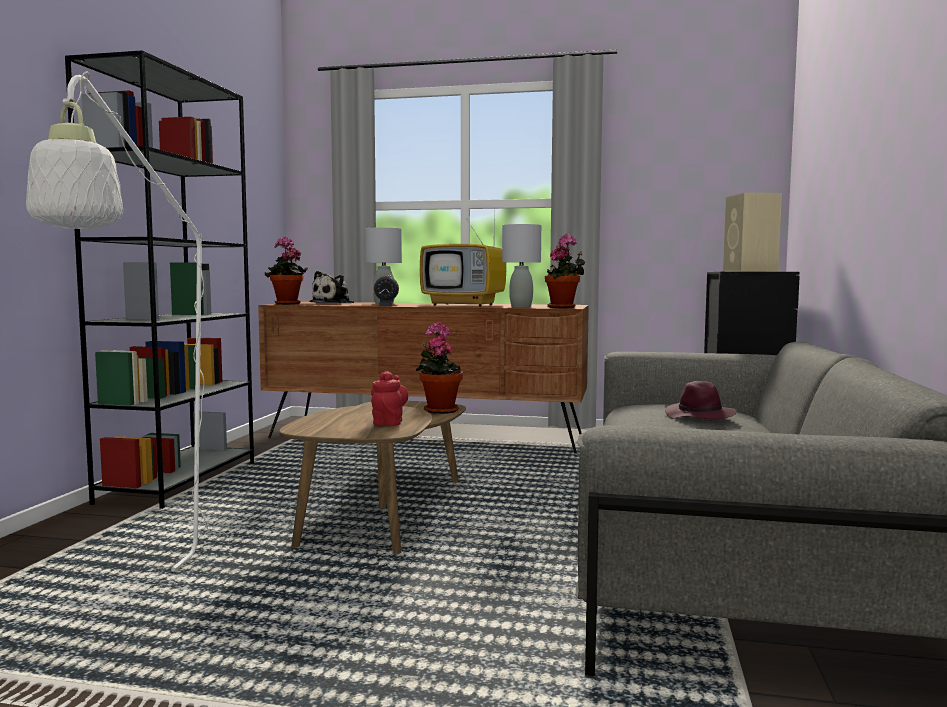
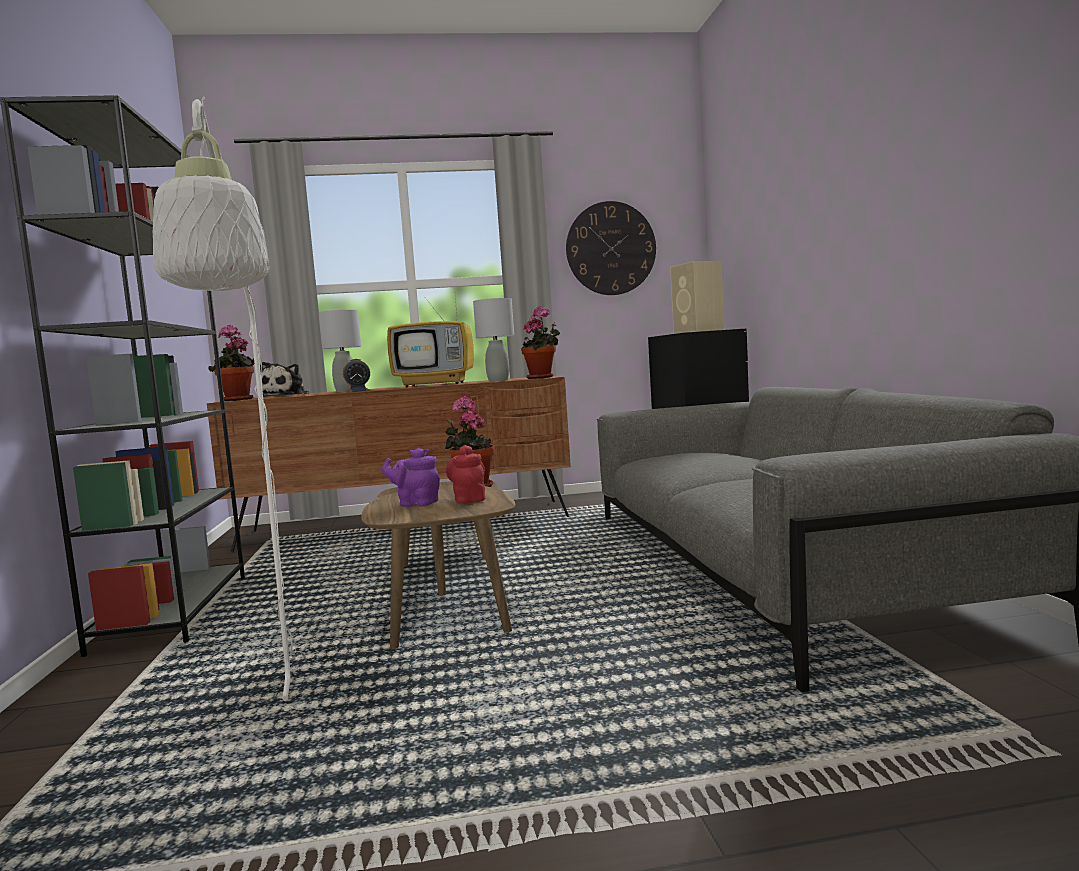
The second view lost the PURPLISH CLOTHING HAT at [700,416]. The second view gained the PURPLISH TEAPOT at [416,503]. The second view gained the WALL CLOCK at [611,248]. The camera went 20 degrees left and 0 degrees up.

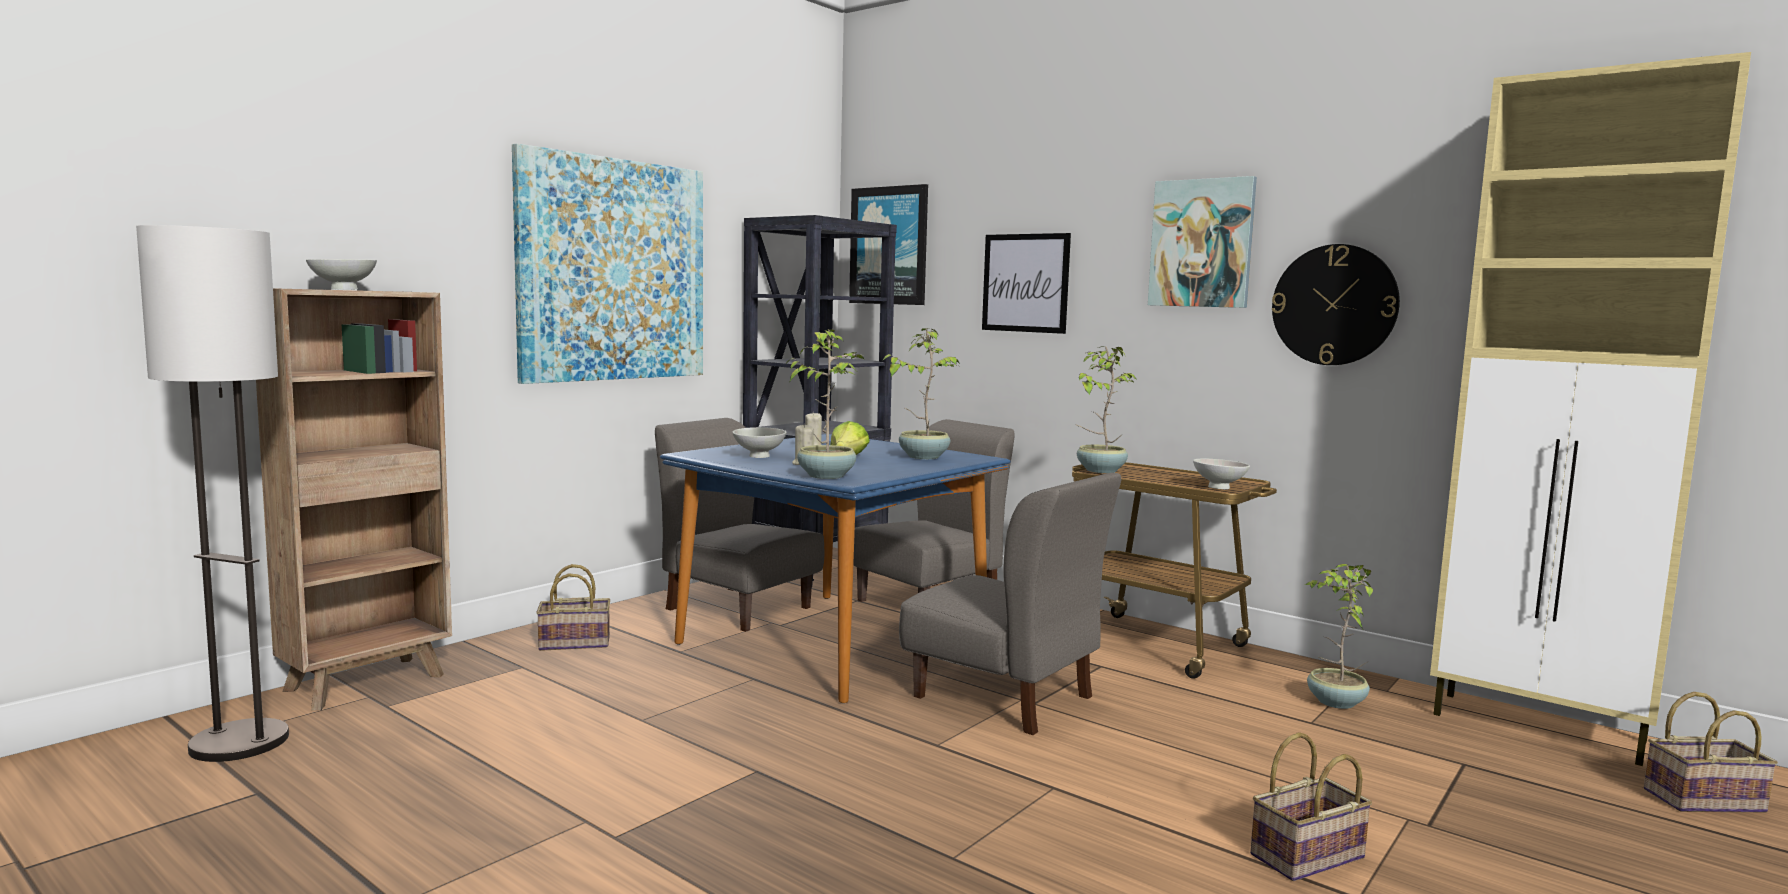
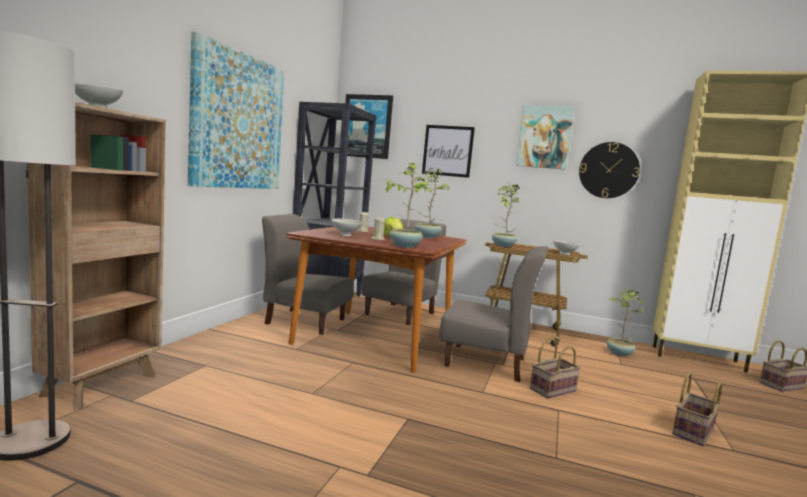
The BASKET ended up elsewhere, having gone from [576,642] to [552,389]. What was the BLUE-COLOURED KITCHEN TABLE at [834,643] turned into the BROWNISH KITCHEN TABLE at [376,338]. The camera went 20 degrees left and 0 degrees up.

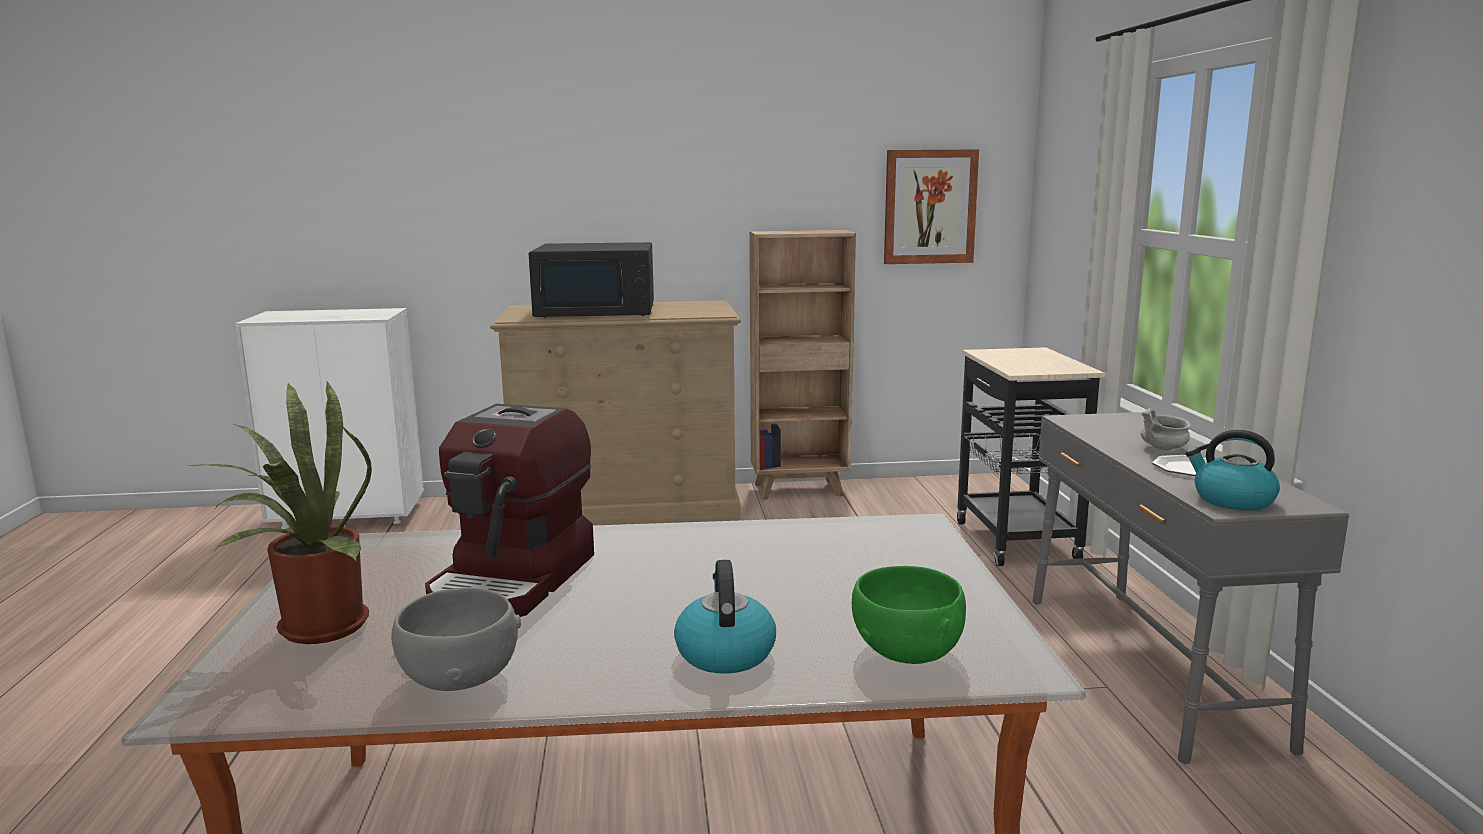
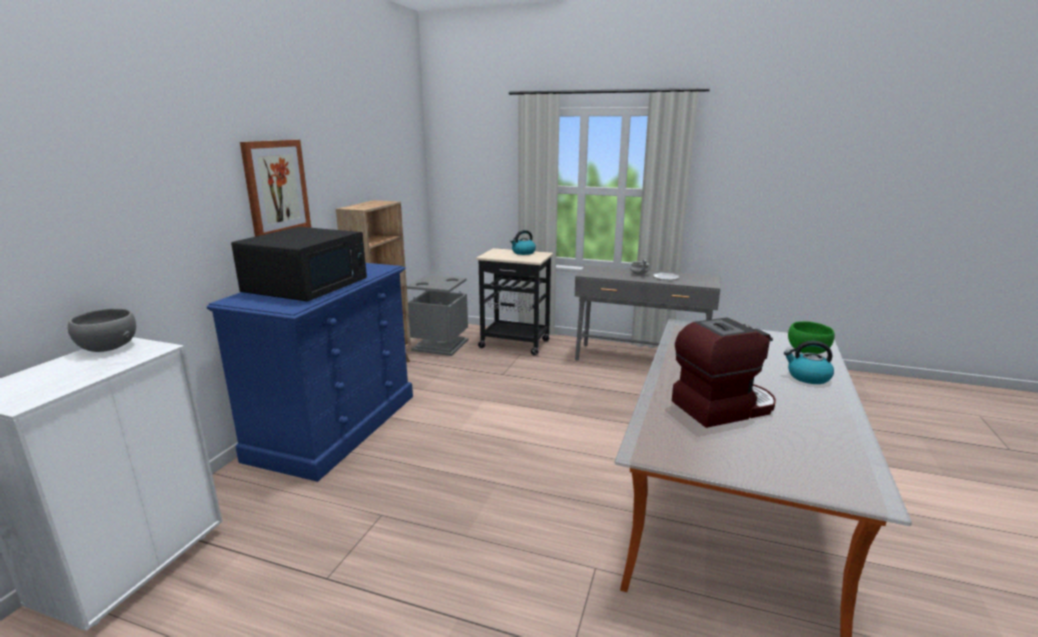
The second view lost the HOUSEPLANT at [314,628]. The second view gained the GREY TRASH CAN at [441,345]. The GREY SERVING BOWL ended up elsewhere, having gone from [459,678] to [108,348]. The WALL ART ended up elsewhere, having gone from [929,207] to [276,188]. The TEA KETTLE ended up elsewhere, having gone from [1232,500] to [523,253]. What was the SAND-COLOURED CHEST OF DRAWERS at [627,510] turned into the BLUE-COLOURED CHEST OF DRAWERS at [336,426]. The COFFEE MAKER at [514,581] ended up facing another way, 60 degrees counterclockwise from before. The camera went 65 degrees left and 5 degrees up.

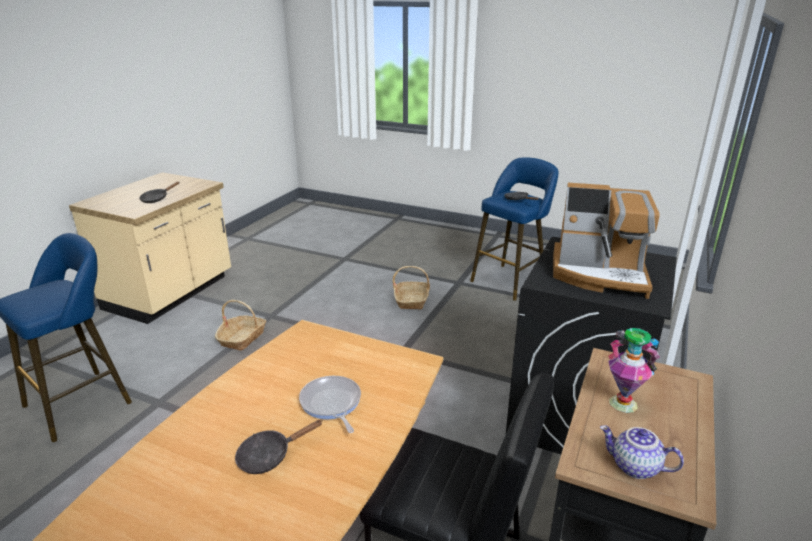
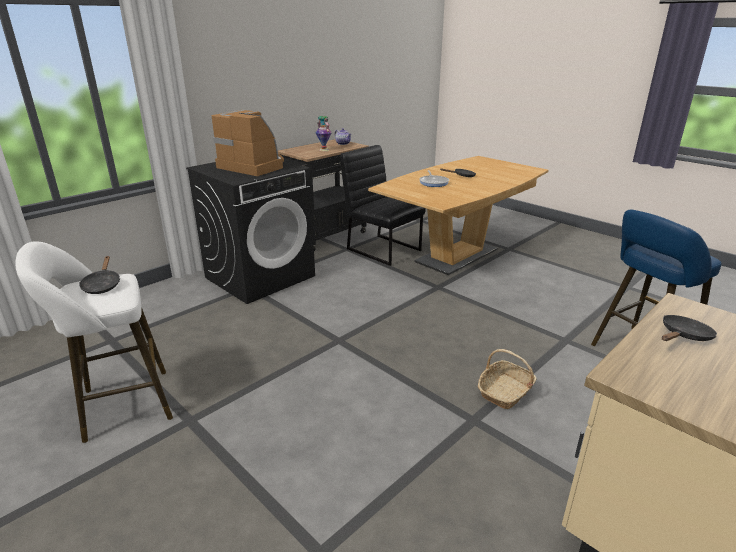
The second view lost the BASKET at [411,300]. What was the BLUE-COLOURED STOOL SEAT at [510,280] turned into the WHITE STOOL SEAT at [120,406]. The camera went 160 degrees left and 0 degrees up.

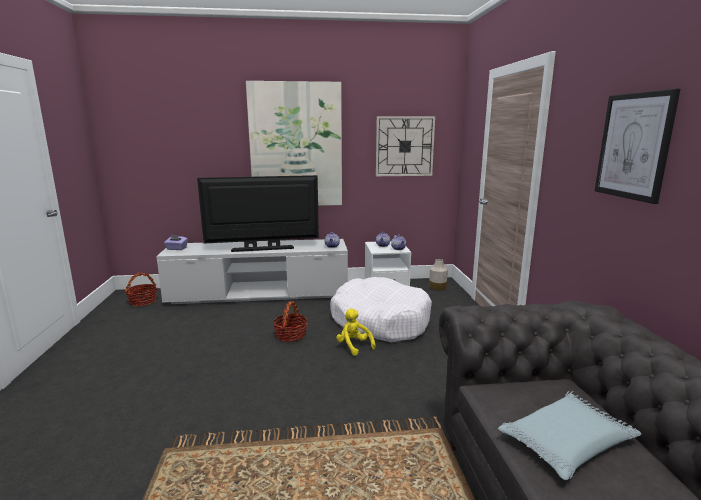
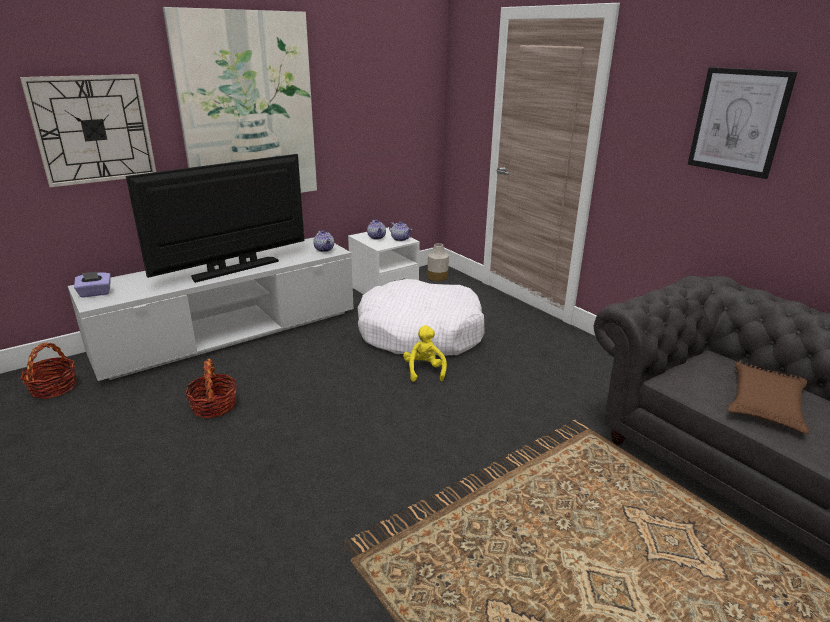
The BASKET ended up elsewhere, having gone from [290,335] to [214,406]. The WALL CLOCK ended up elsewhere, having gone from [404,146] to [93,129]. What was the BLUE-COLOURED THROW PILLOW at [566,439] turned into the BROWNISH THROW PILLOW at [765,402]. The YELLOW-COLOURED CUDDLY TOY at [354,346] ended up facing another way, 60 degrees clockwise from before. The camera went 30 degrees left and 10 degrees up.

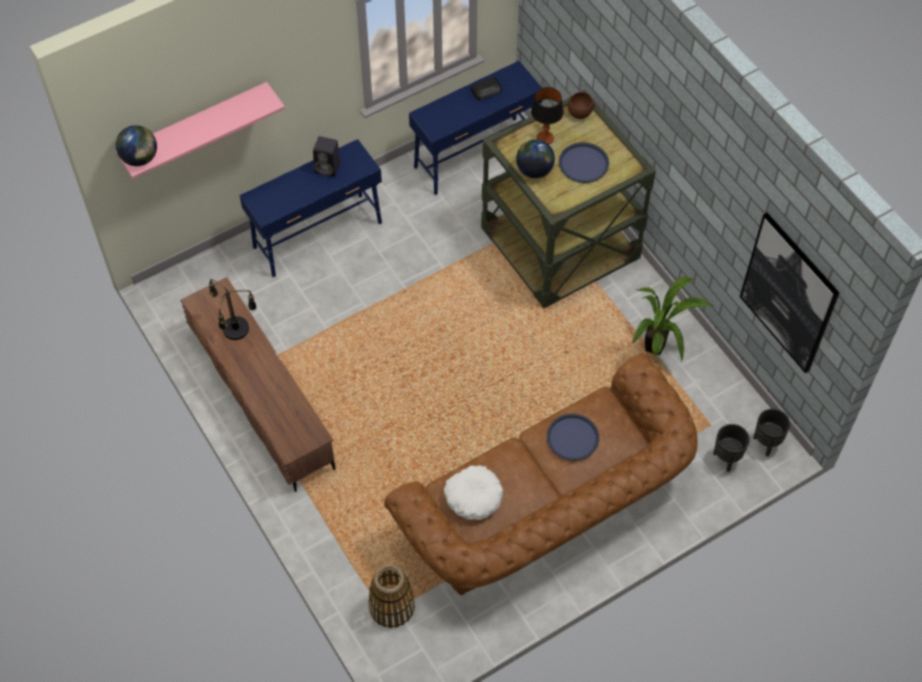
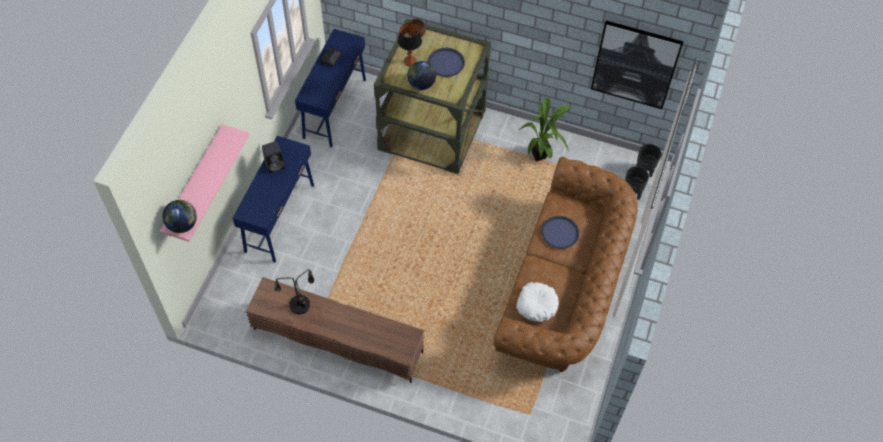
The second view lost the BASKET at [391,606]. The camera went 40 degrees left and 0 degrees up.

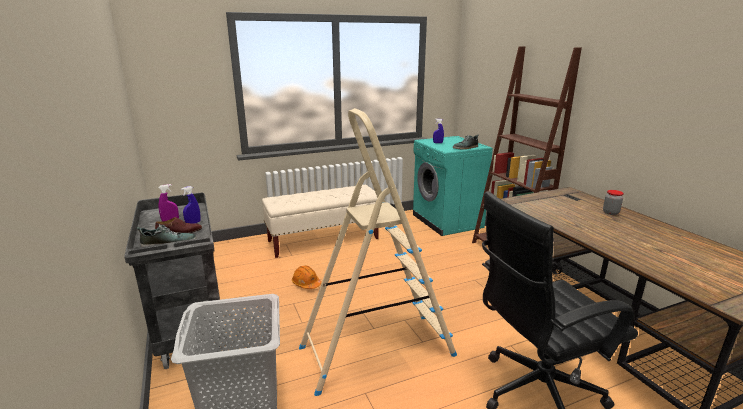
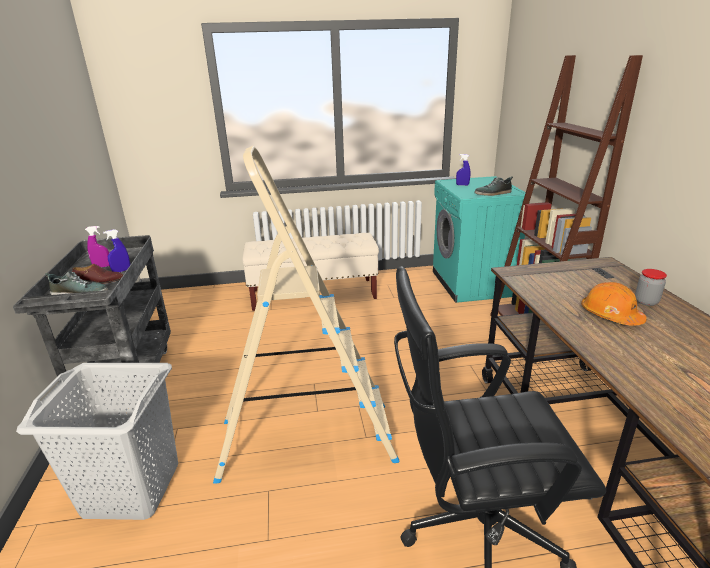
The ORANGE HARD HAT ended up elsewhere, having gone from [306,283] to [610,315]. The camera went 15 degrees right and 5 degrees up.

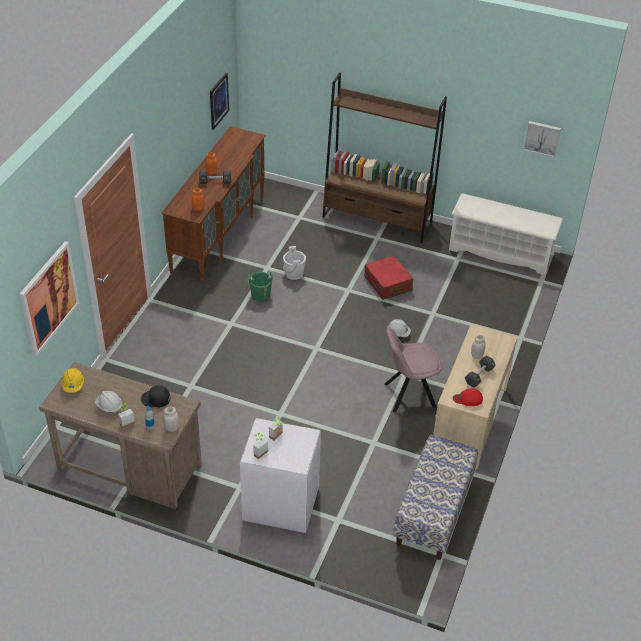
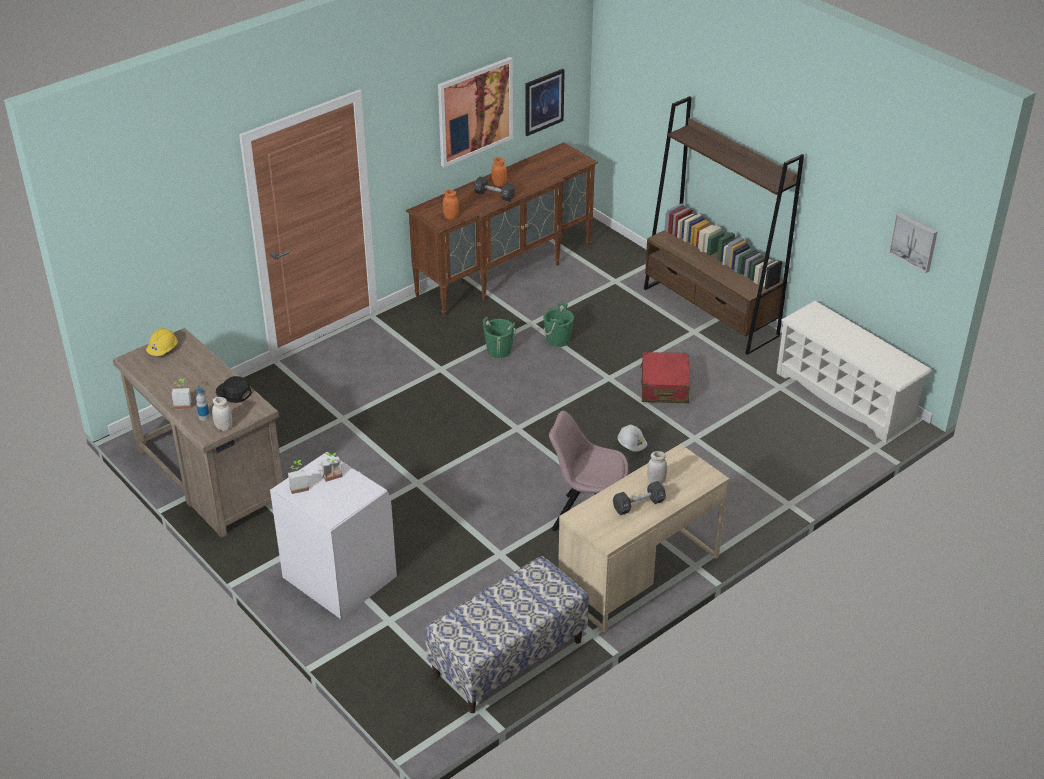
The second view lost the WHITE HARD HAT at [109,406]. The second view lost the RED-COLOURED PEAKED CAP at [468,399]. The WALL ART ended up elsewhere, having gone from [49,298] to [475,111]. What was the WHITE WATER BUCKET at [294,273] turned into the GREEN-COLOURED WATER BUCKET at [558,339]. The camera went 30 degrees right and 5 degrees down.

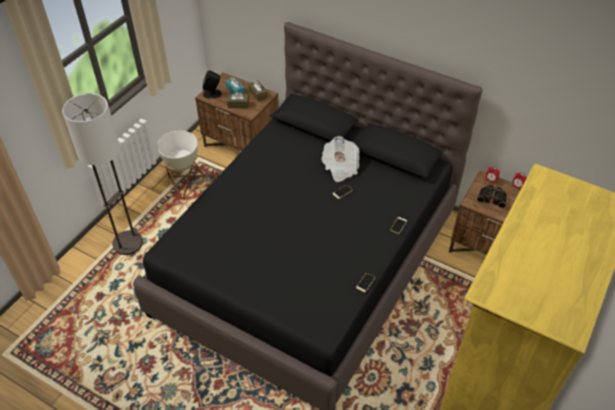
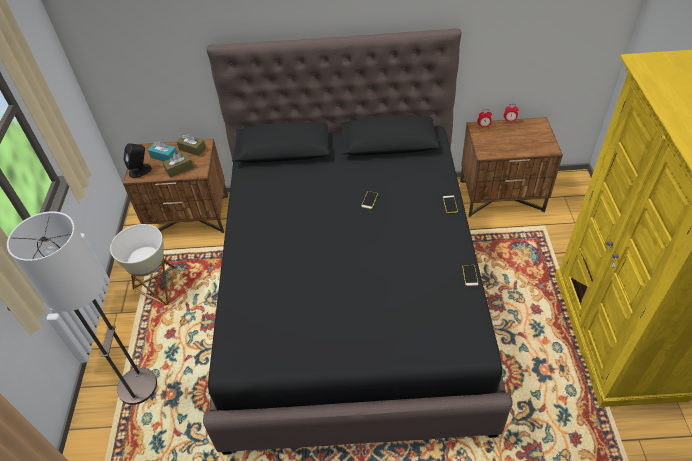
The second view lost the NEWSPAPER at [340,167]. The second view lost the FIELD GLASSES at [492,198]. The camera went 30 degrees left and 0 degrees up.

